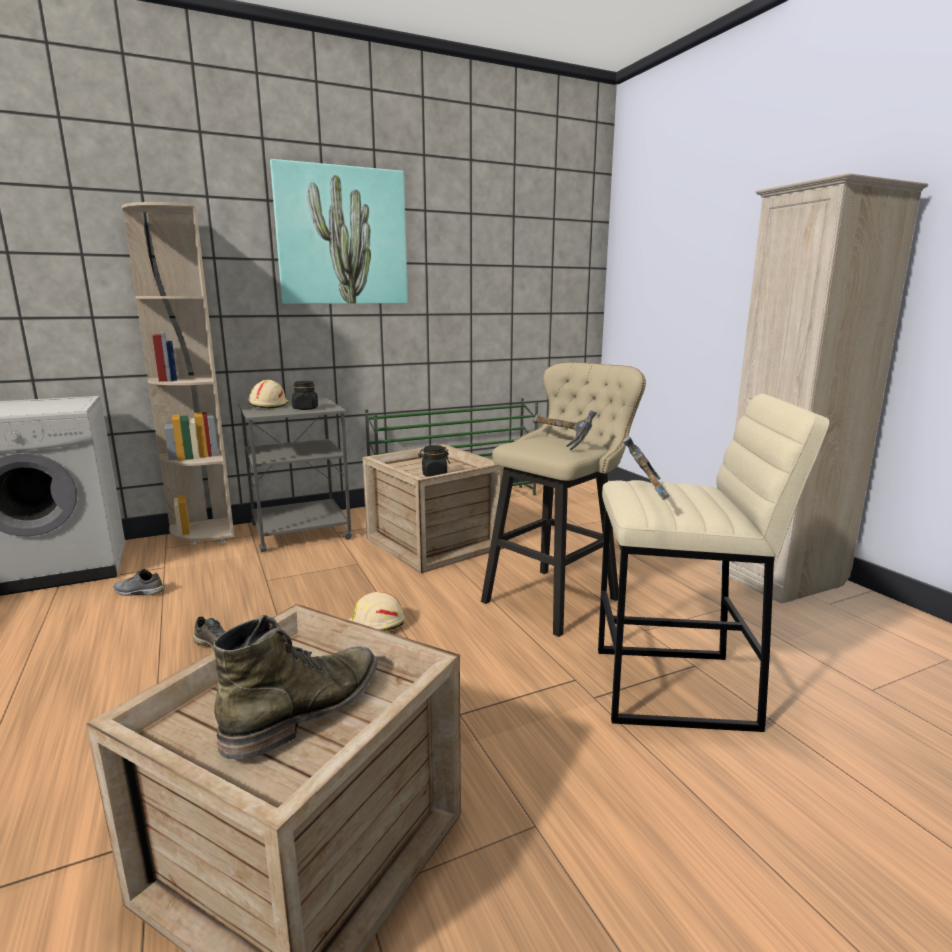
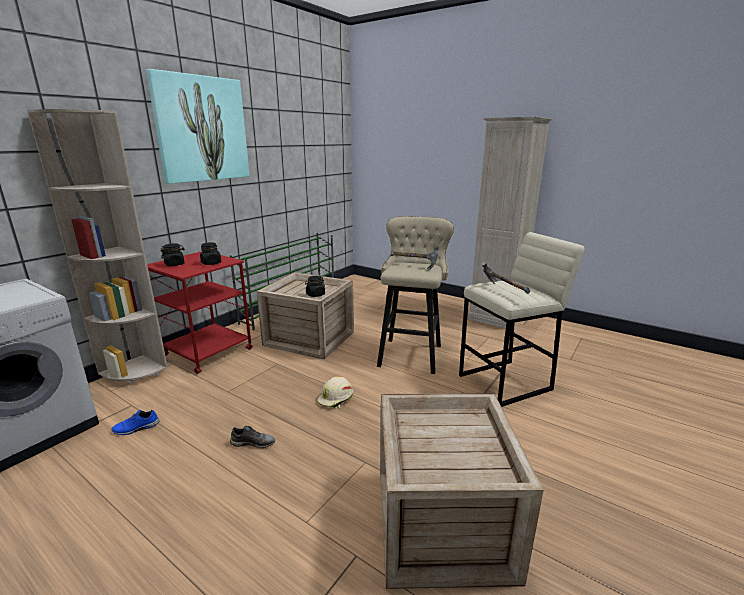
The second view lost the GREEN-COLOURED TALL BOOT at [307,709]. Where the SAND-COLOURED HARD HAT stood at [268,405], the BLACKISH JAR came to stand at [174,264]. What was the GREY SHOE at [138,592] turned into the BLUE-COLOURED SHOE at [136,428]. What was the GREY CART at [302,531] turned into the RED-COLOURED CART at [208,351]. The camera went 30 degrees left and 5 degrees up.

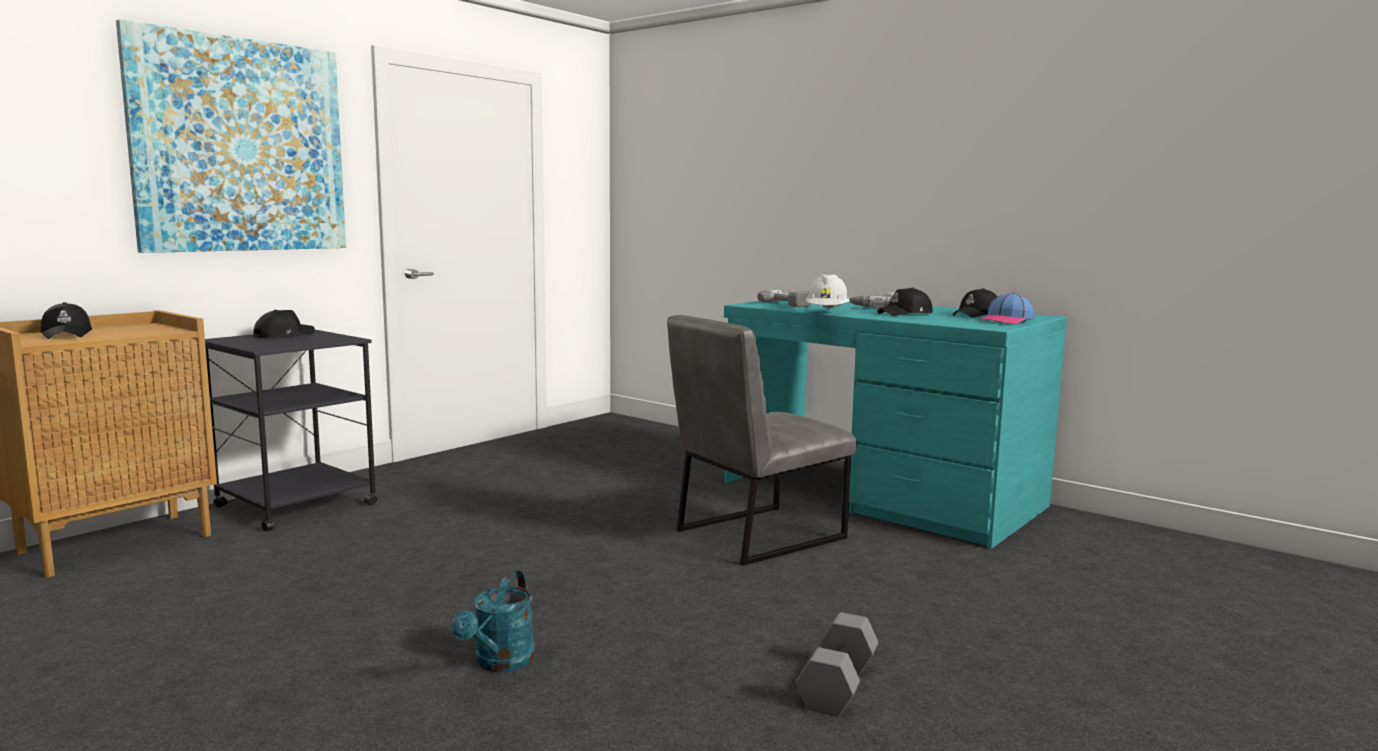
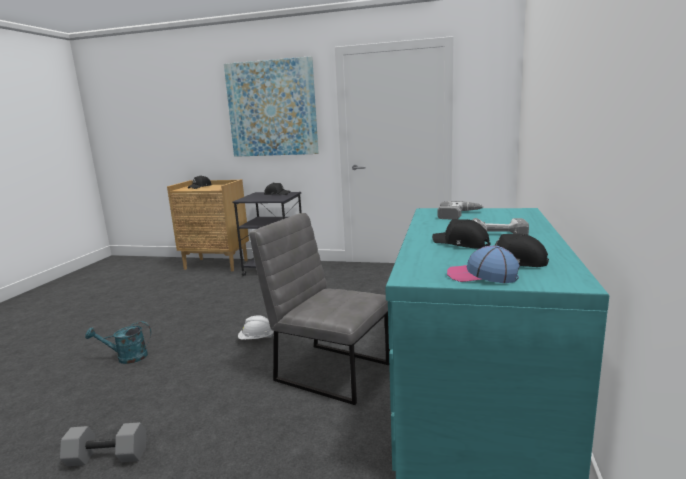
The WHITE HARD HAT ended up elsewhere, having gone from [827,312] to [256,339]. The camera went 65 degrees right and 5 degrees up.

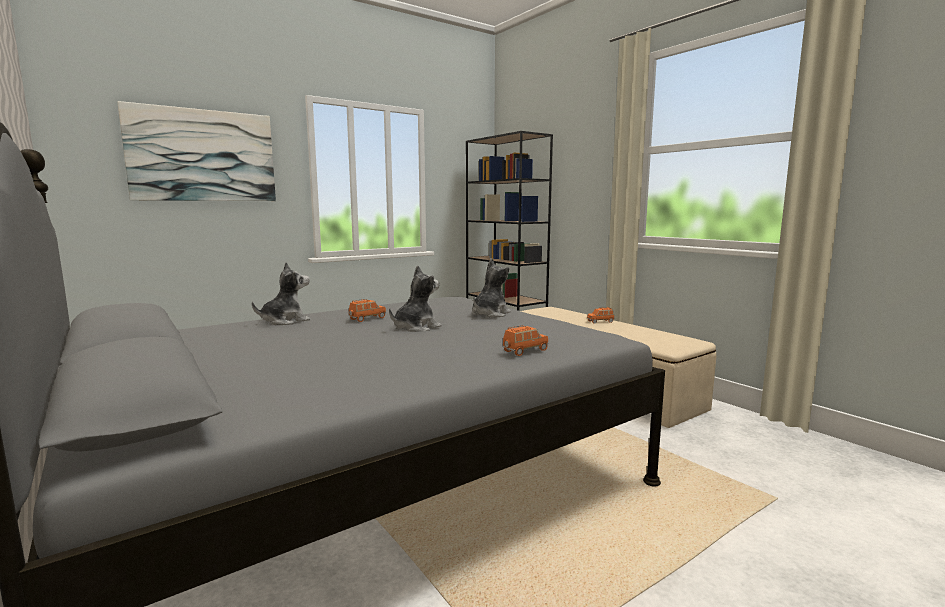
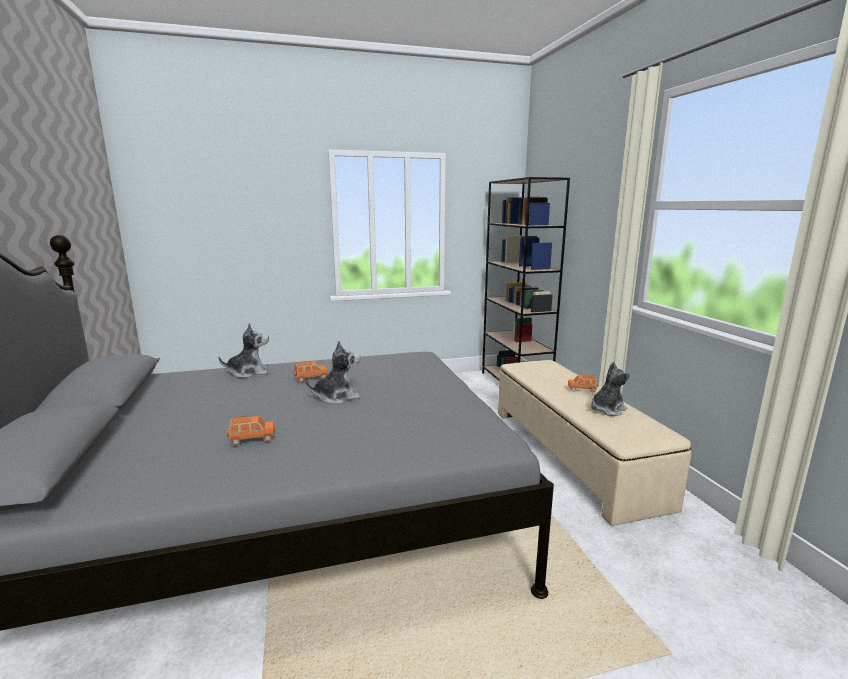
The second view lost the WALL ART at [203,156]. The CUDDLY TOY ended up elsewhere, having gone from [490,314] to [607,409]. The ORANGE MINIATURE CAR ended up elsewhere, having gone from [525,351] to [252,439]. The camera went 20 degrees right and 5 degrees up.

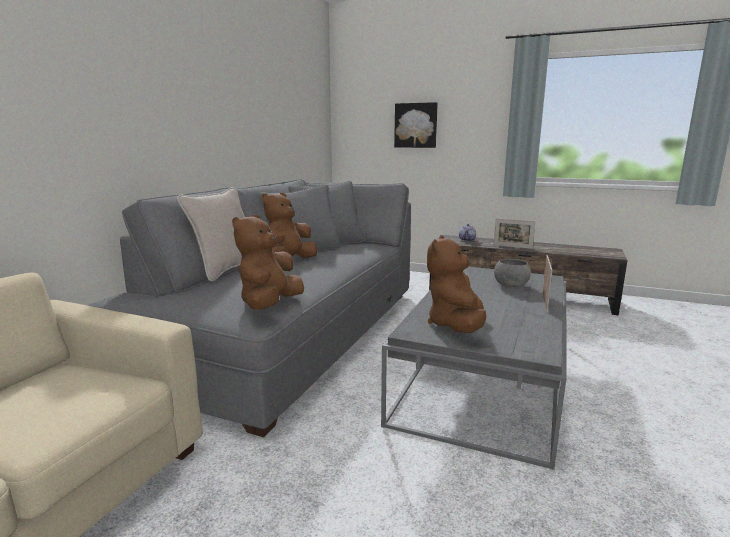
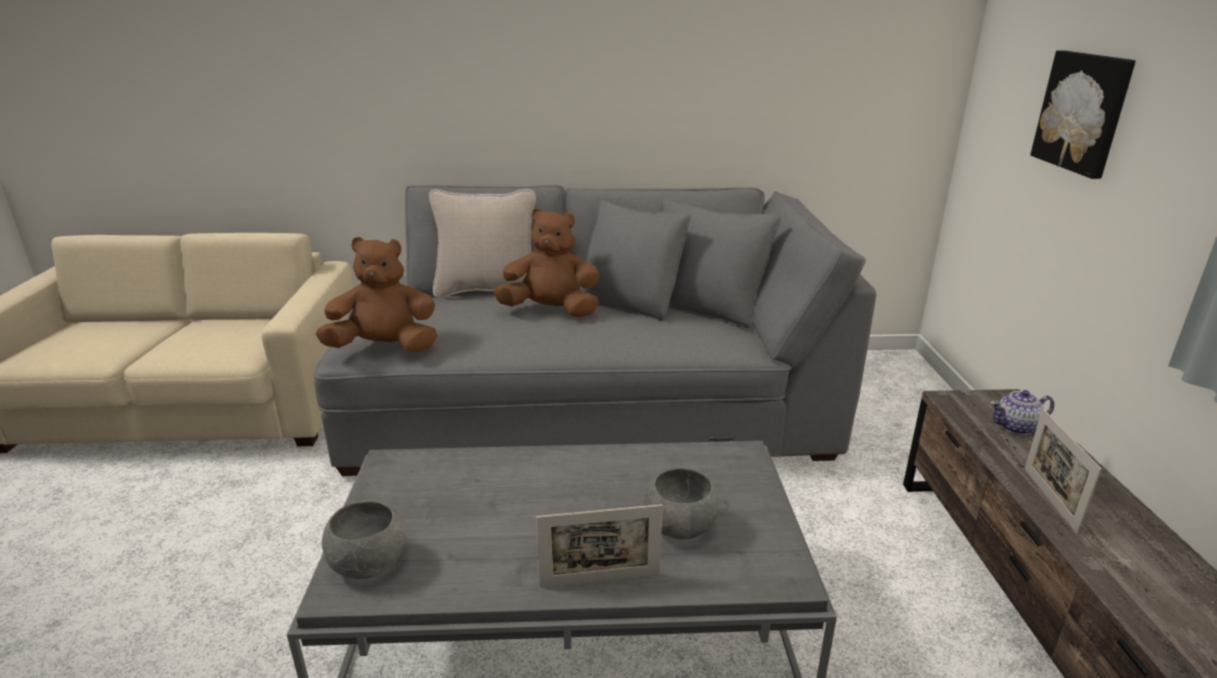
The second view lost the BROWNISH CUDDLY TOY at [456,326]. The second view gained the GREY SERVING BOWL at [369,563]. The camera went 65 degrees right and 10 degrees up.

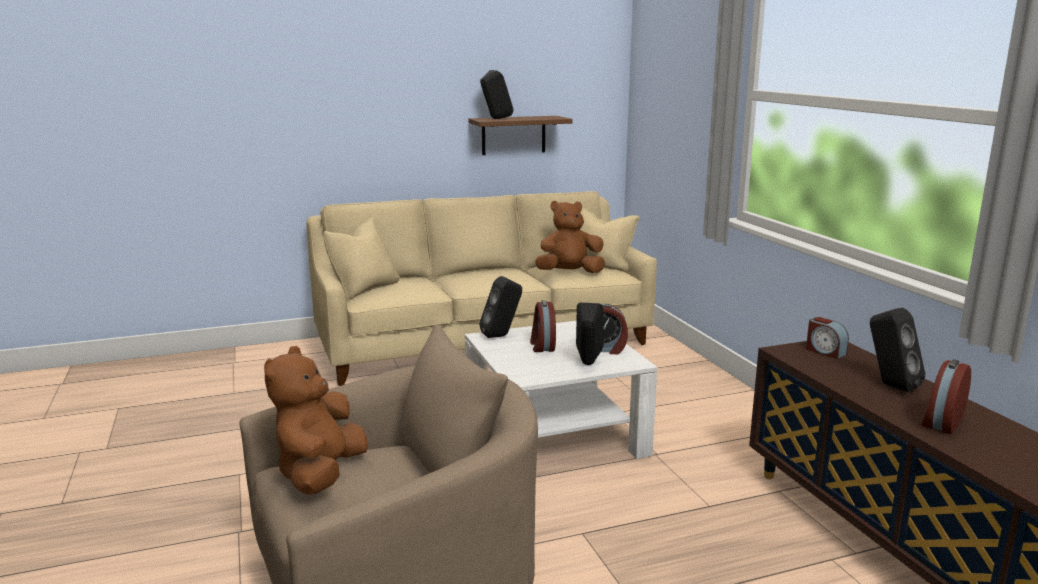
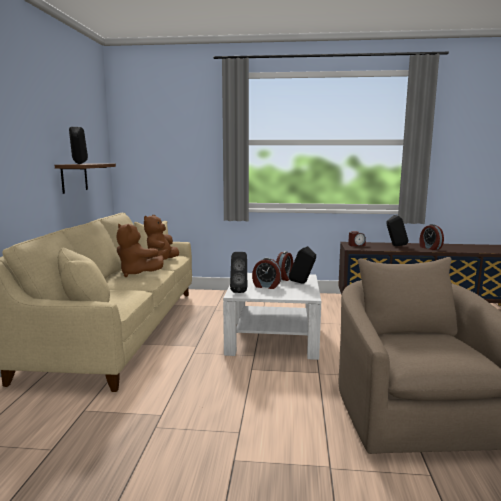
The BROWNISH CUDDLY TOY ended up elsewhere, having gone from [320,474] to [137,273]. The camera went 65 degrees left and 5 degrees down.

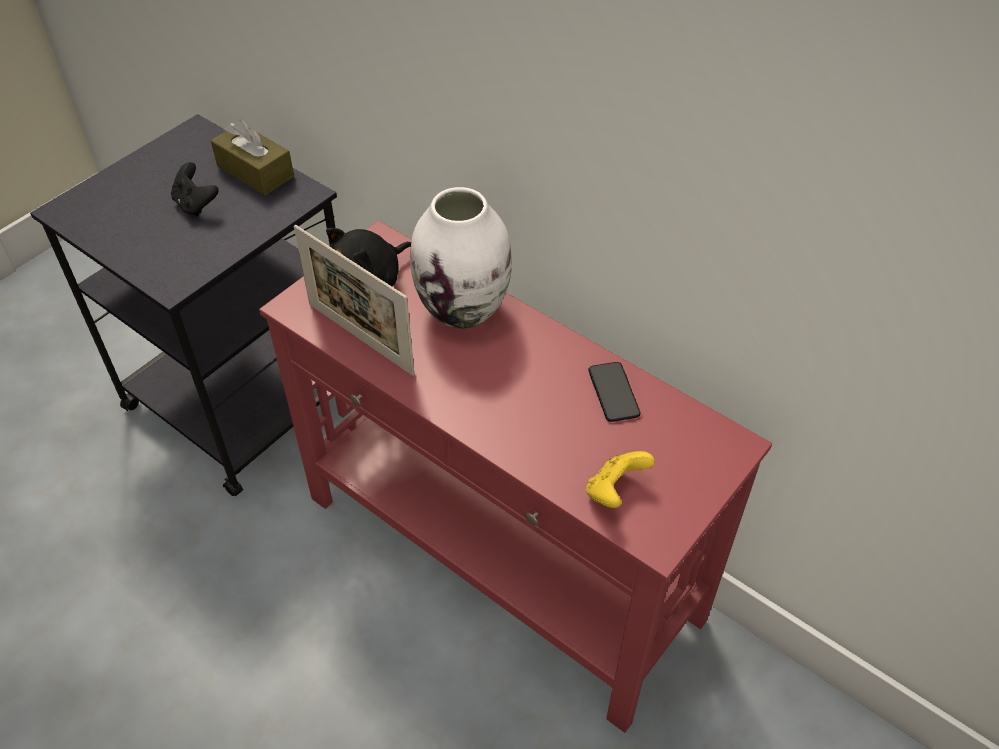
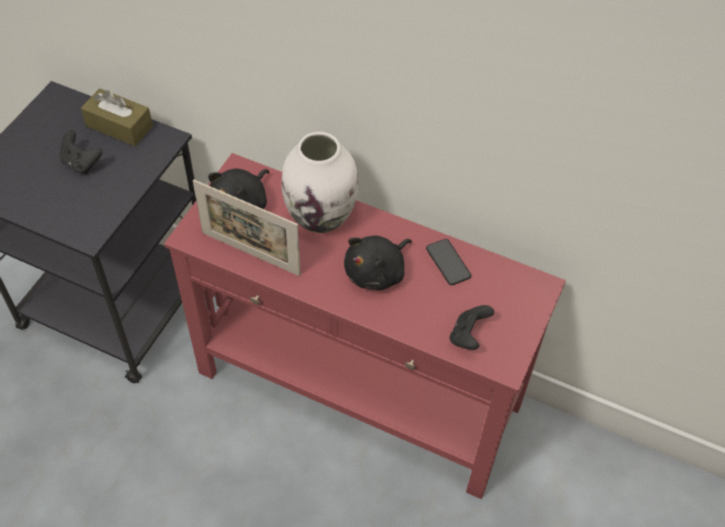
The second view gained the BLACKISH CUDDLY TOY at [377,272]. What was the YELLOW-COLOURED GAMEPAD at [614,491] turned into the BLACKISH GAMEPAD at [468,336]. The camera went 15 degrees left and 5 degrees up.

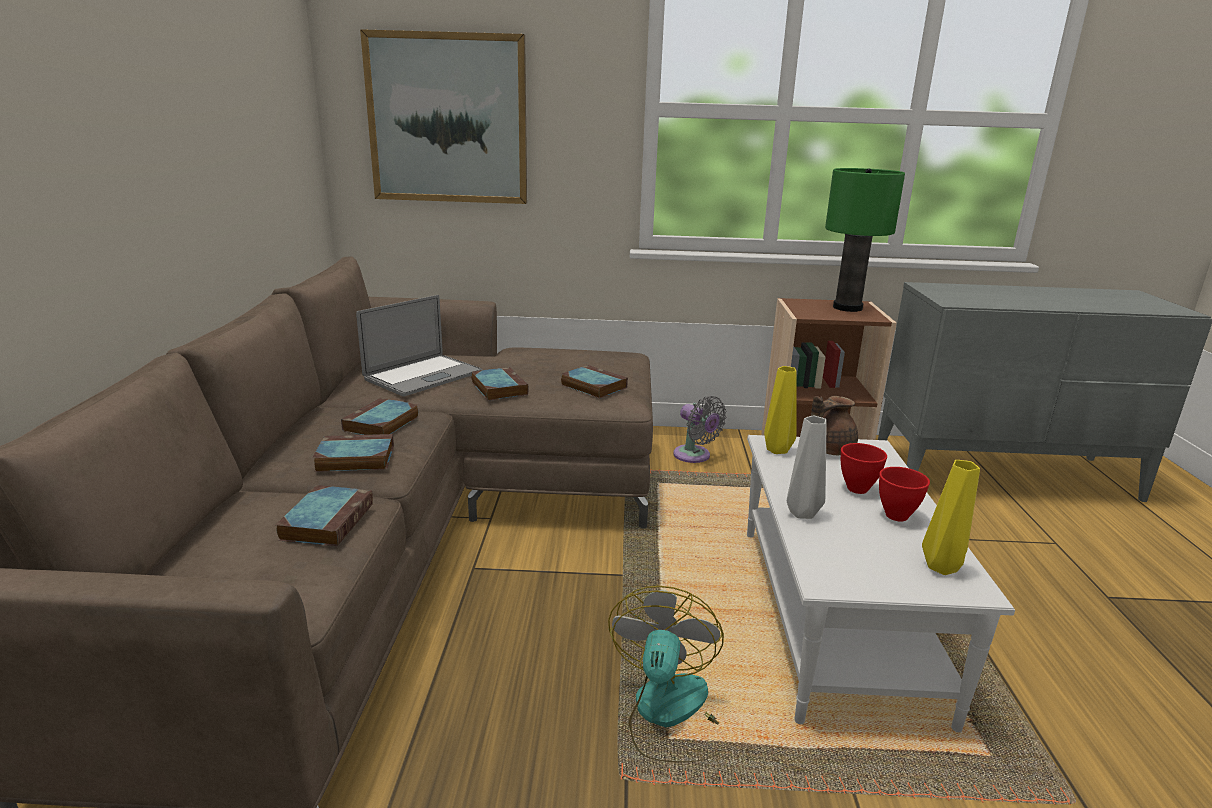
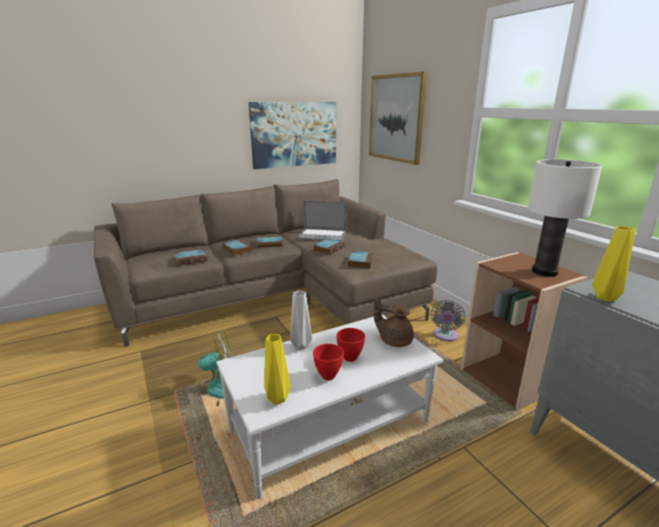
The second view gained the WALL ART at [294,134]. The YELLOW-COLOURED FLOWER VASE ended up elsewhere, having gone from [777,449] to [606,297]. What was the GREEN-COLOURED TABLETOP LAMP at [848,308] turned into the WHITE TABLETOP LAMP at [545,272]. The camera went 60 degrees right and 0 degrees up.

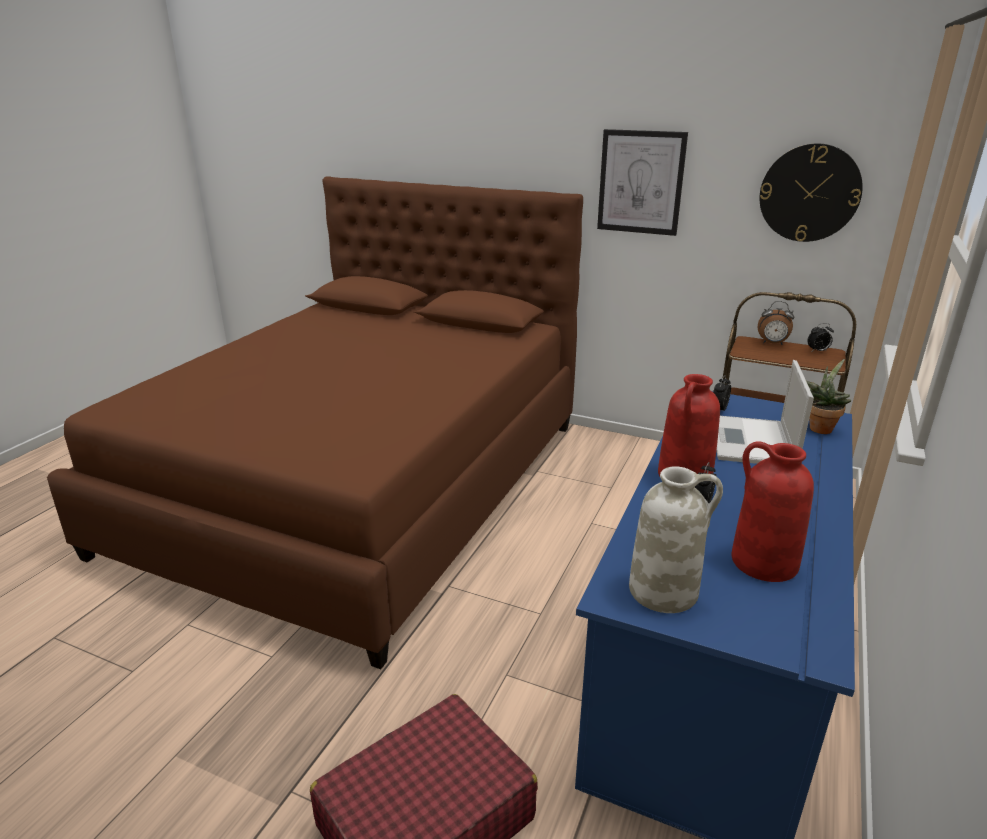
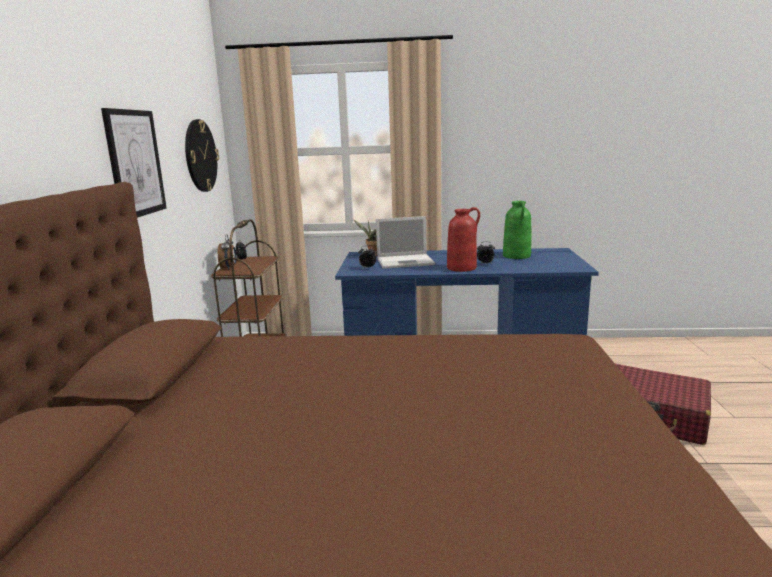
The second view lost the WHITE FLOWER VASE at [664,590]. What was the RED-COLOURED FLOWER VASE at [763,562] turned into the GREEN-COLOURED FLOWER VASE at [517,256]. The camera went 110 degrees left and 10 degrees down.

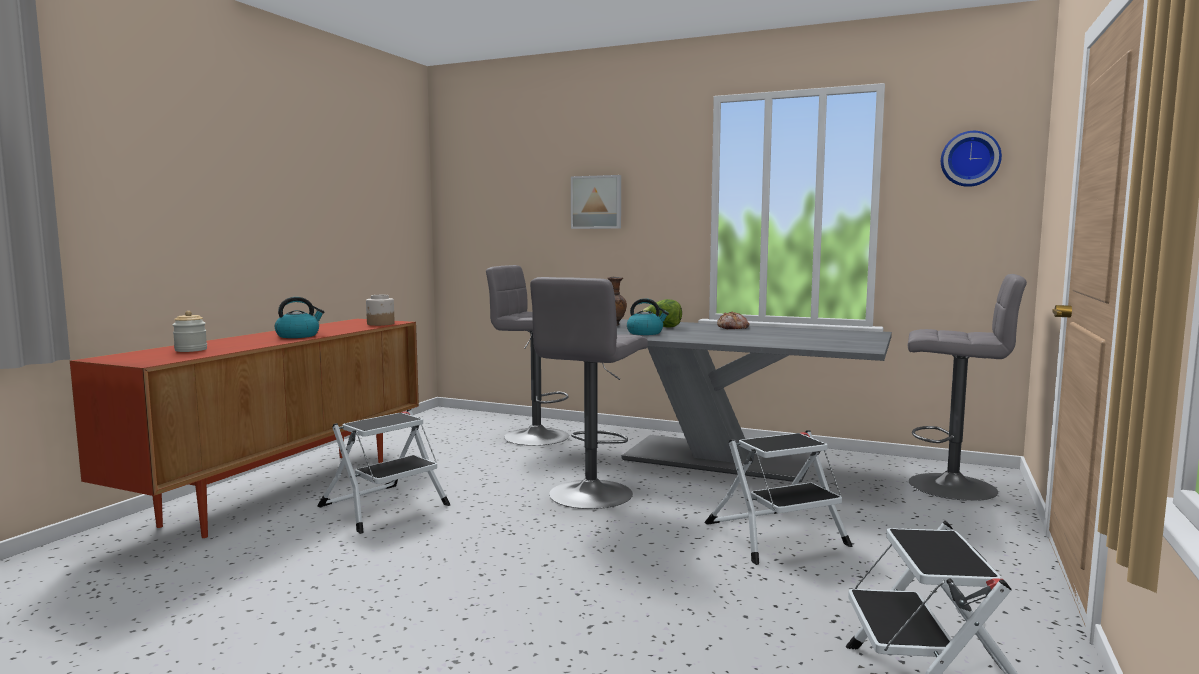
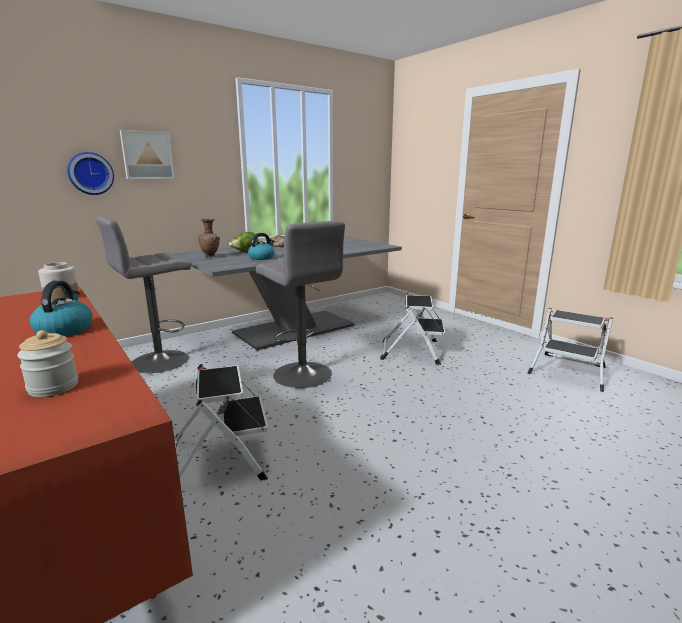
The second view lost the GREY STOOL SEAT at [953,487]. The WALL CLOCK ended up elsewhere, having gone from [970,159] to [90,173]. The camera went 60 degrees left and 10 degrees up.

